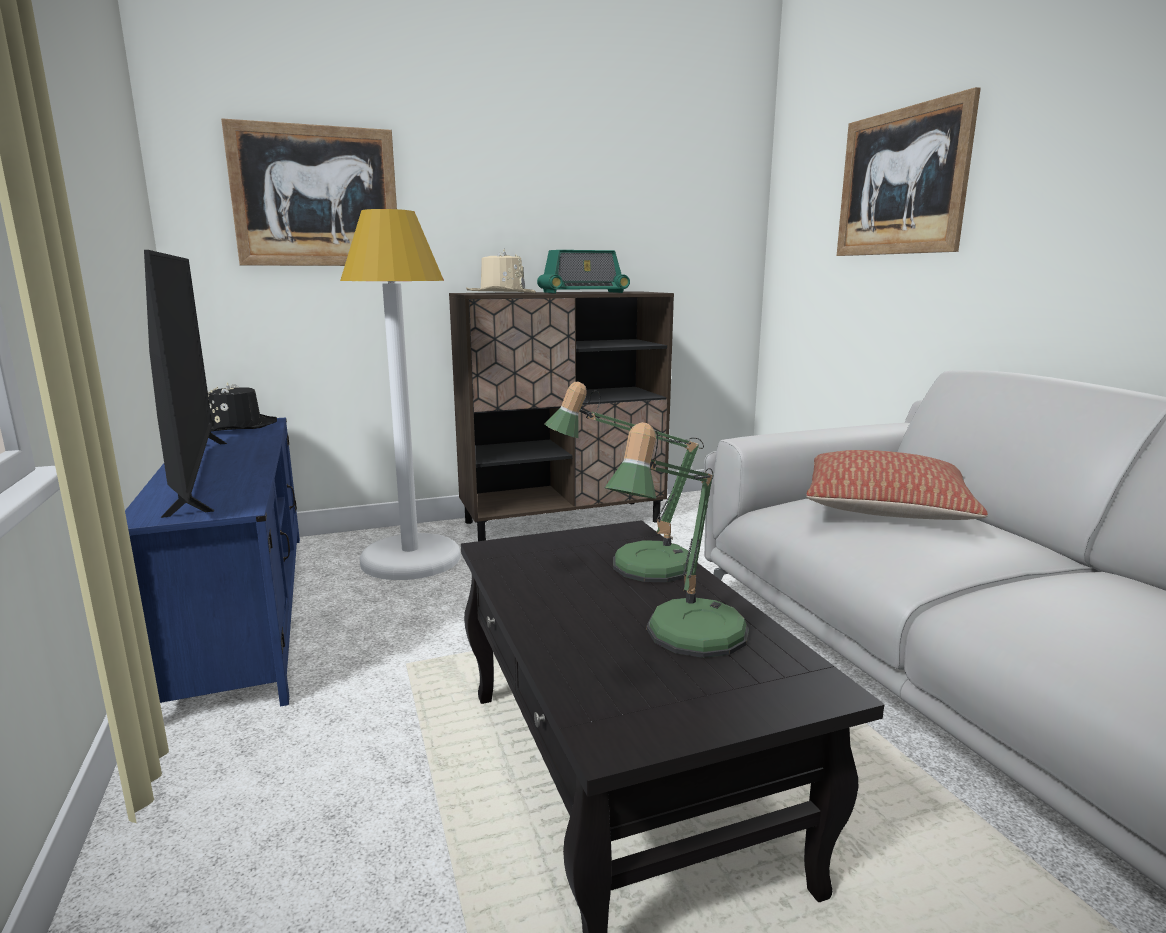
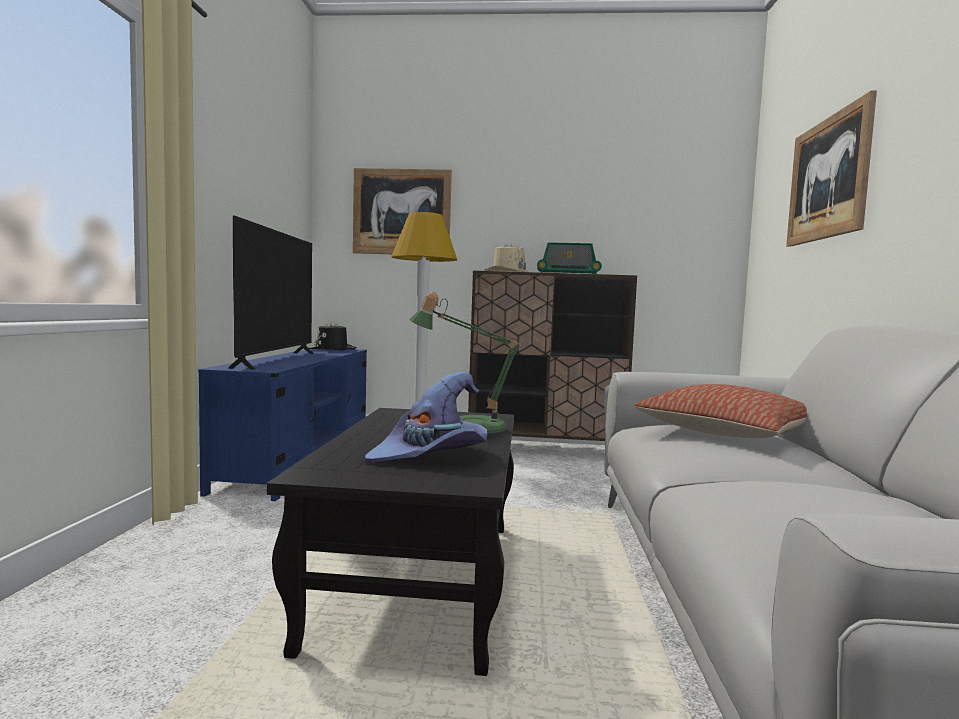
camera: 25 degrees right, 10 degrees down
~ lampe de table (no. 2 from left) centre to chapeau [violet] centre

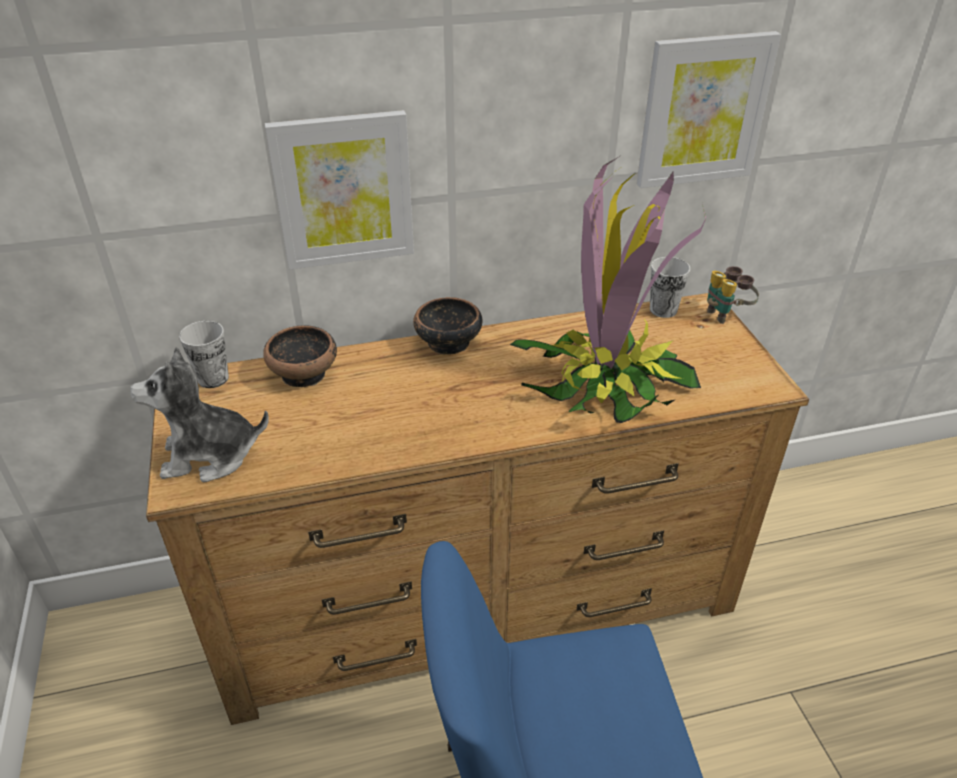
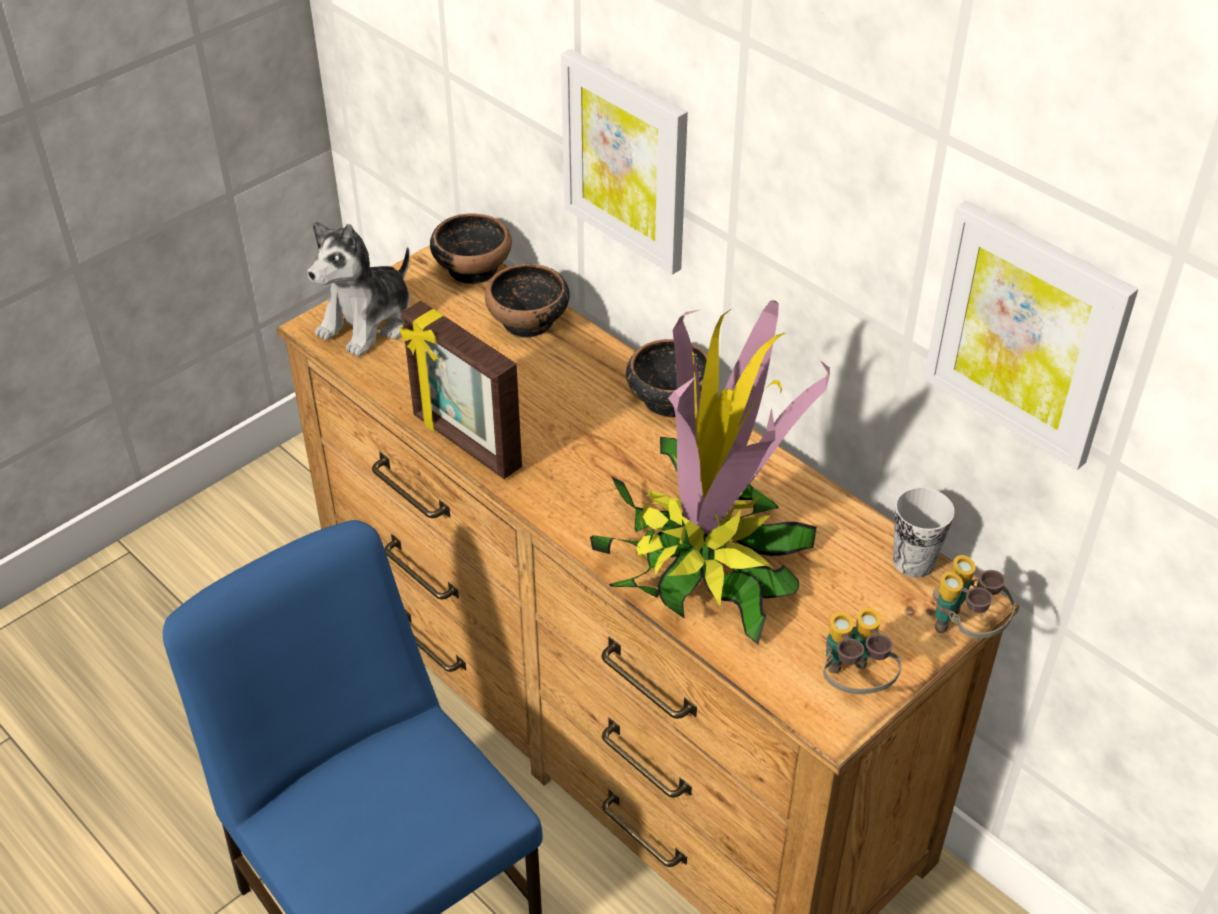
camera: 60 degrees right, 5 degrees up
~ peluche middle left = top left 105 degrees counterclockwise
+ cadre photo centre
~ tasse (no. 1 from left) middle left to bol (no. 1 from left) top centre
+ jumelles (no. 1 from left) bottom right

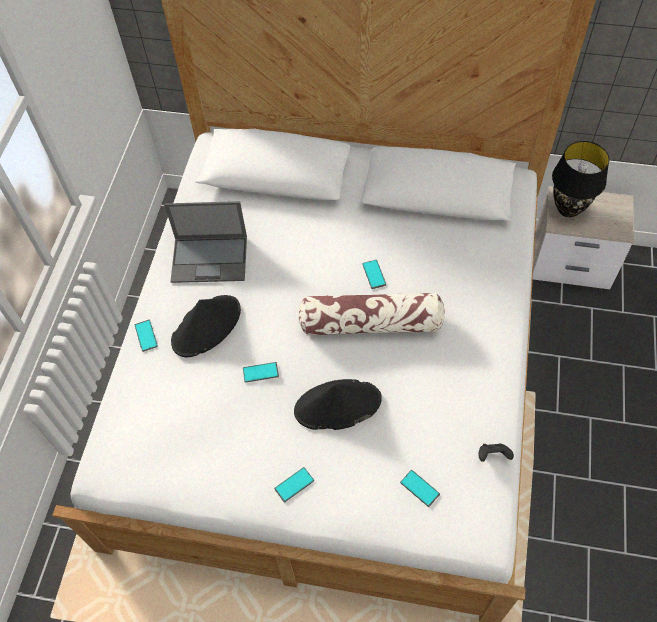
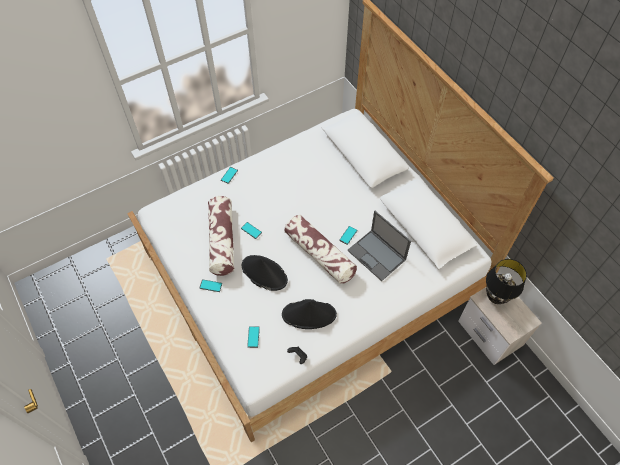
camera: 45 degrees right, 0 degrees up
+ coussin (no. 1 from left) centre
~ chapeau [noir] (no. 1 from left in the first image) middle left to chapeau [noir] (no. 2 from left) bottom centre
~ ordinateur portable middle left to centre

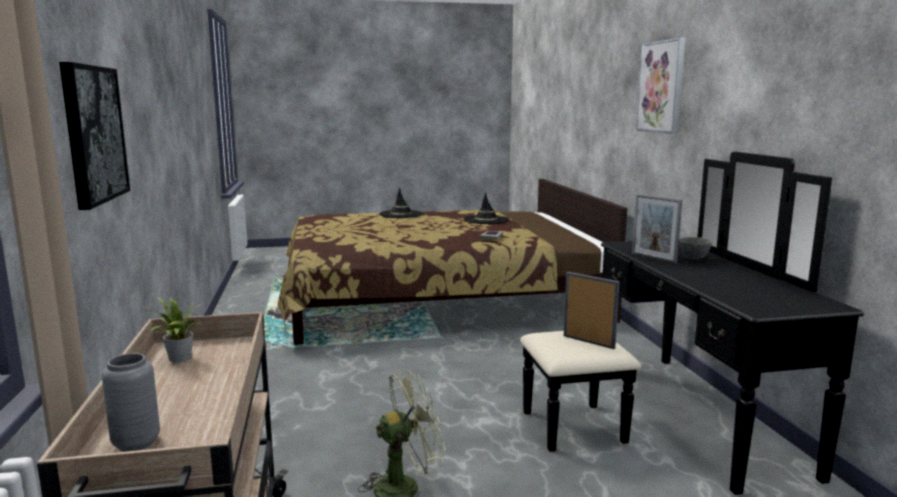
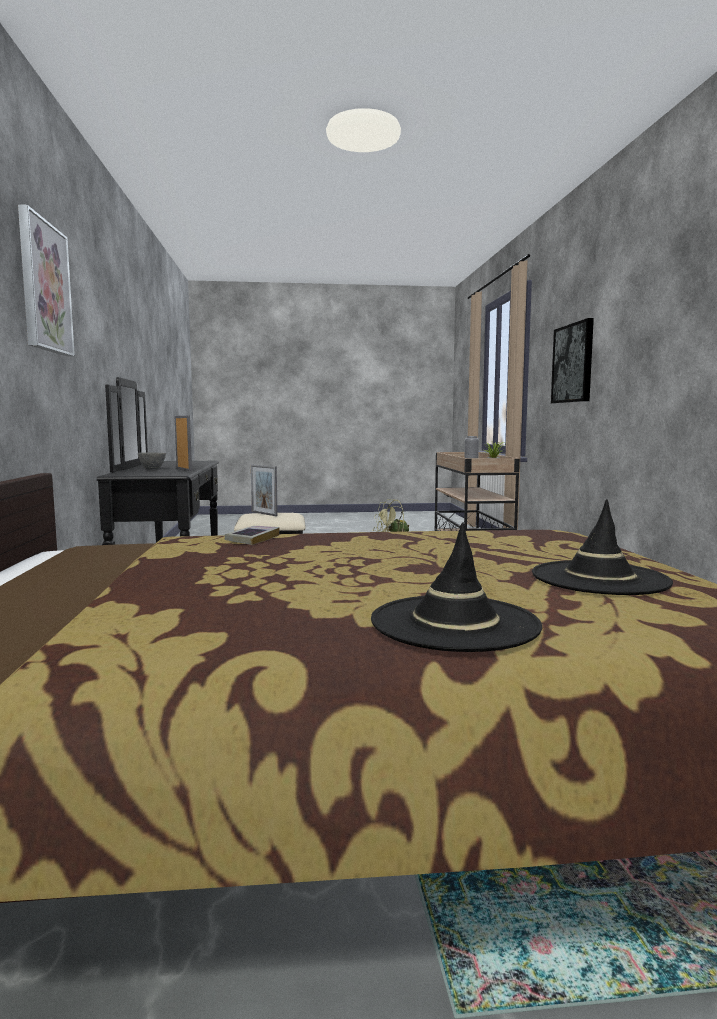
camera: 175 degrees left, 5 degrees down
~ chapeau [noir] (no. 2 from left) centre to middle right

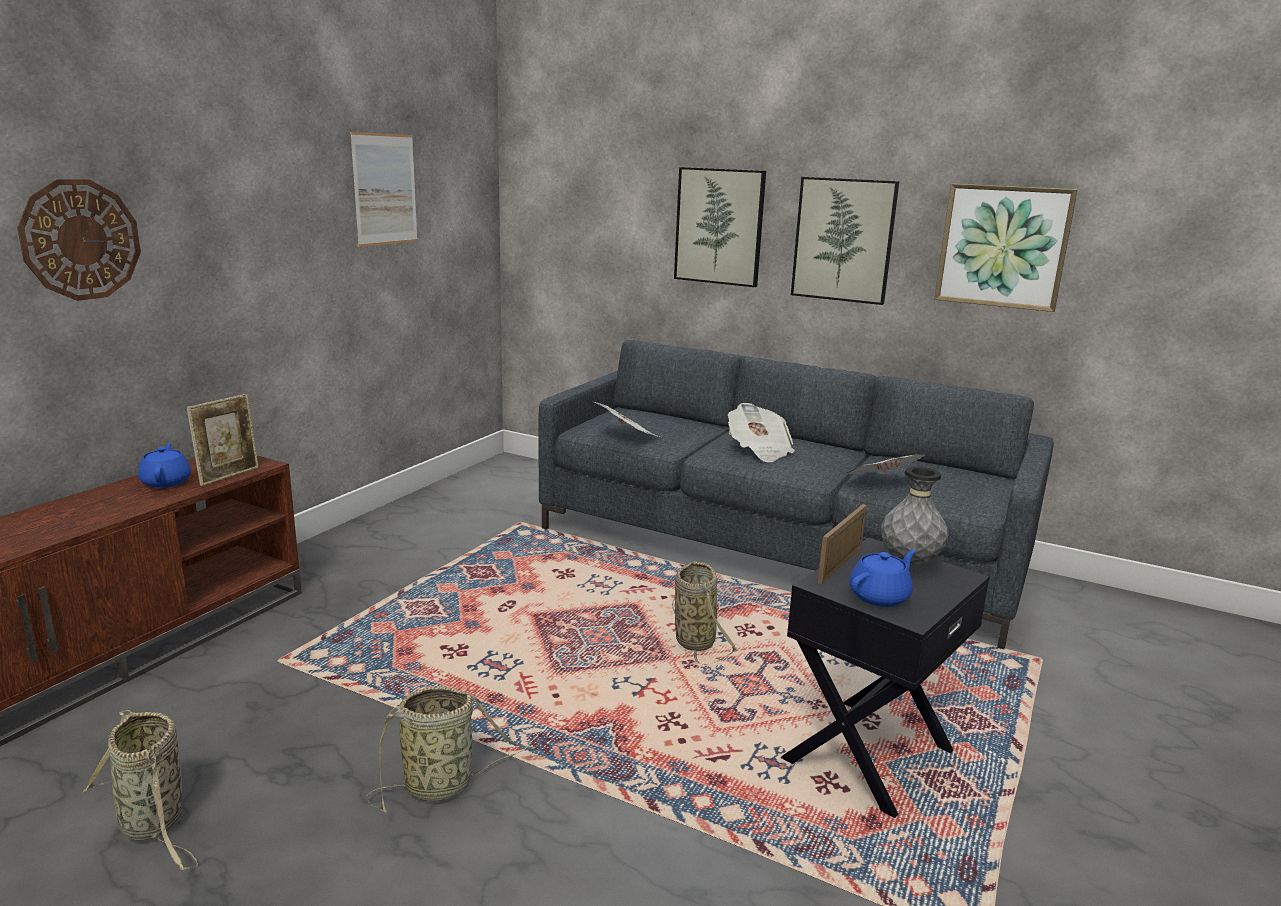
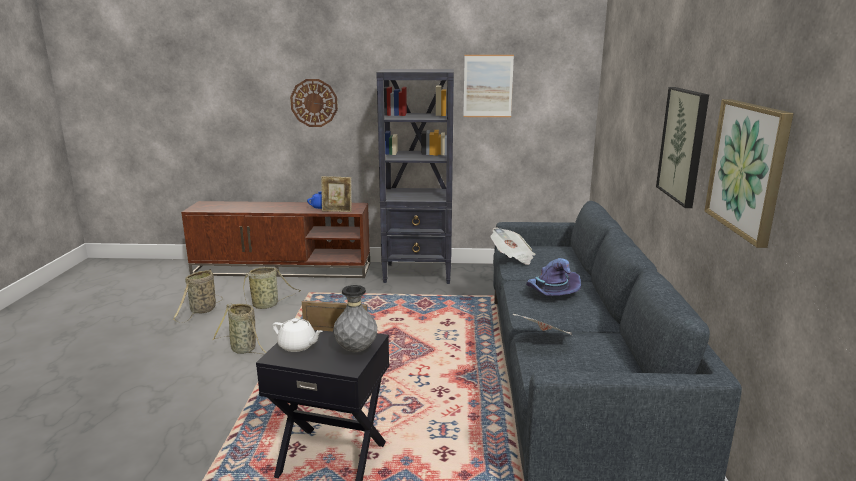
camera: 65 degrees right, 0 degrees up
~ panier (no. 3 from left) bottom centre to middle left
~ théière [bleu] (no. 2 from left) middle right to théière [blanc] bottom centre
+ bibliothèque [noir] centre
~ journal (no. 2 from left) centre to chapeau [violet] centre
- tableau (no. 2 from left) top centre

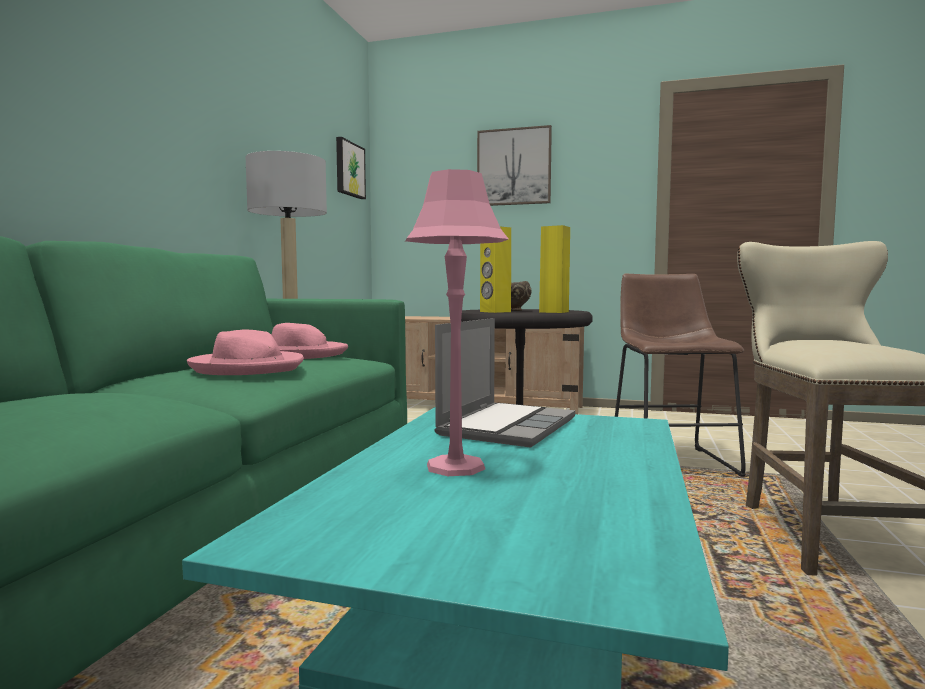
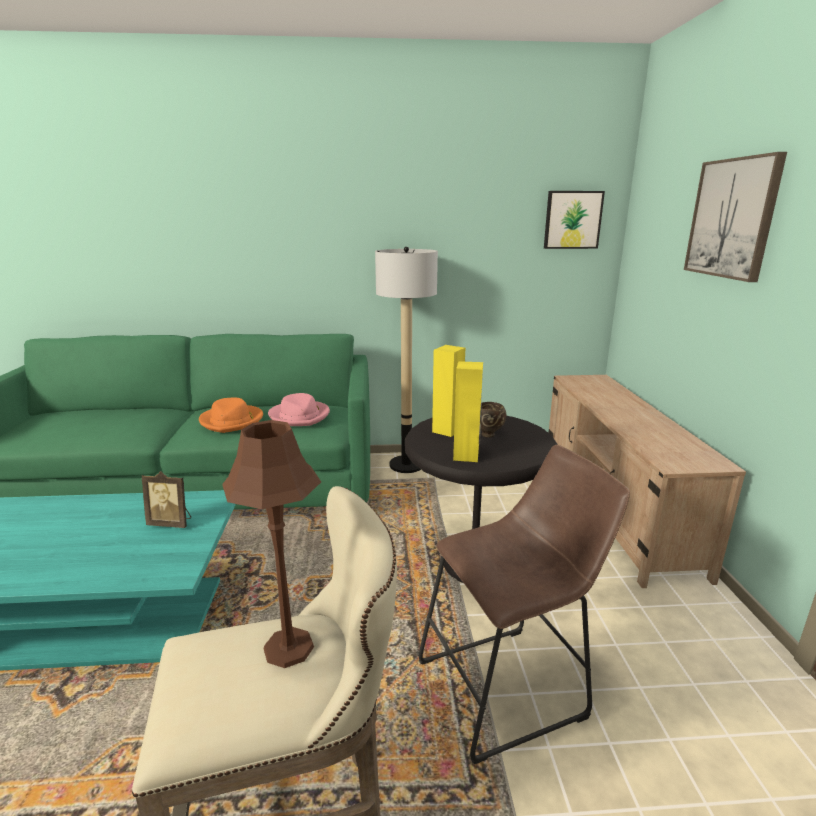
camera: 70 degrees right, 15 degrees up
~ ordinateur portable centre to cadre photo middle left
~ chapeau [rose] (no. 1 from left) middle left to chapeau [orange] middle left
+ lampe de table [marron] bottom left
- lampe de table [rose] centre

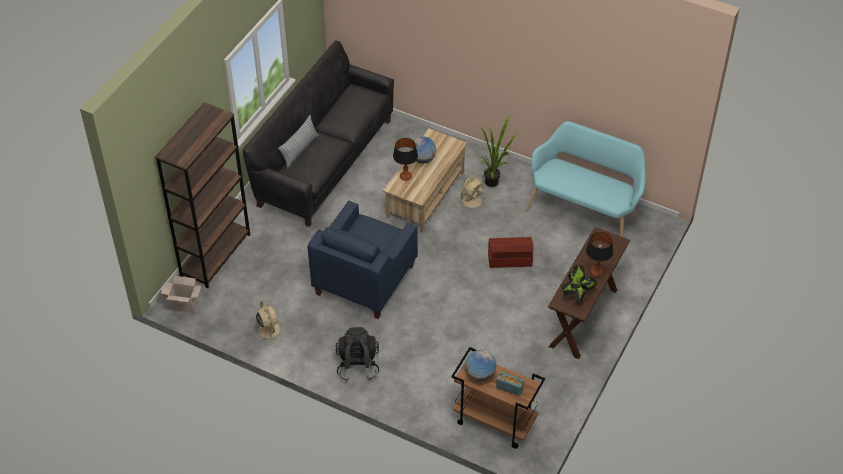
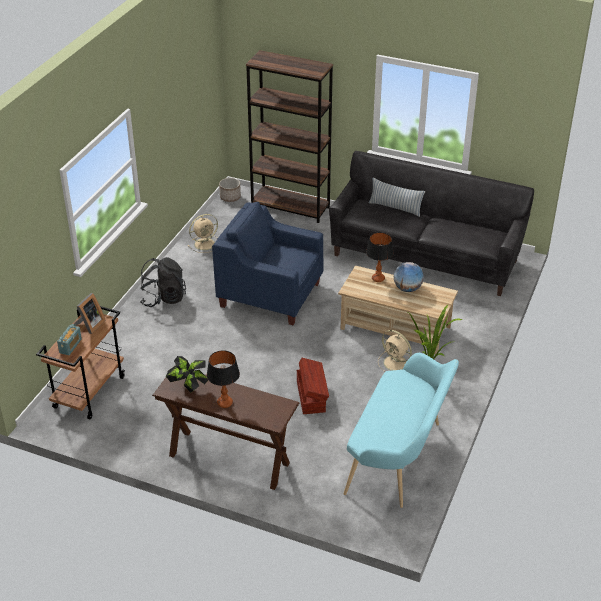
camera: 85 degrees right, 10 degrees down
~ globe (no. 2 from left) bottom centre to cadre photo middle left
~ carton middle left to cache-pot top centre

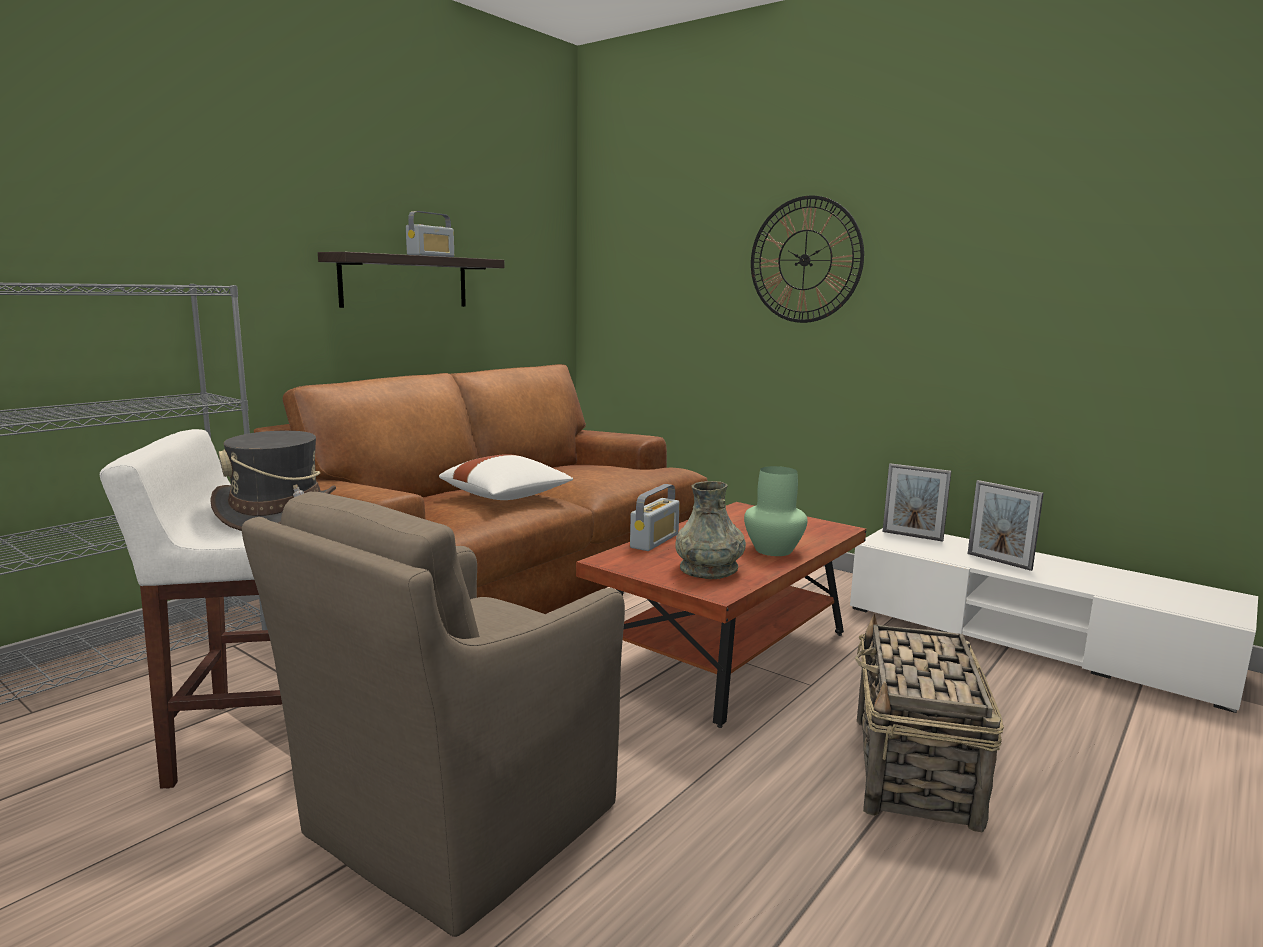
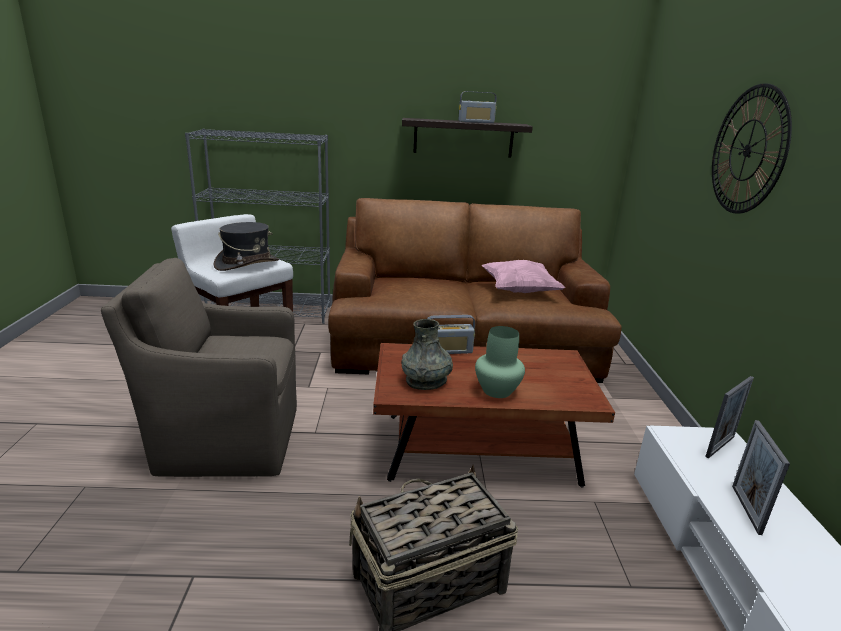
camera: 50 degrees right, 10 degrees up
+ coussin [rose] centre
~ cadre photo (no. 1 from left) middle right = middle right 120 degrees counterclockwise
- coussin [blanc] centre

